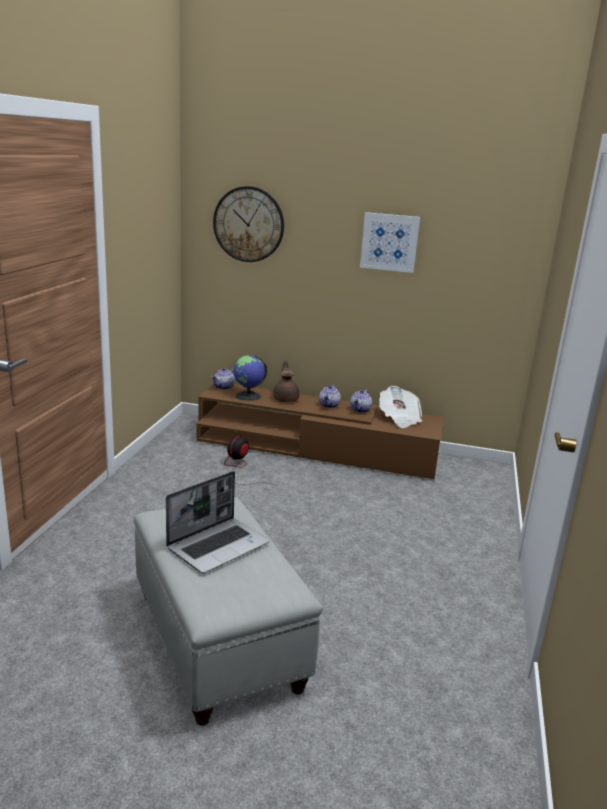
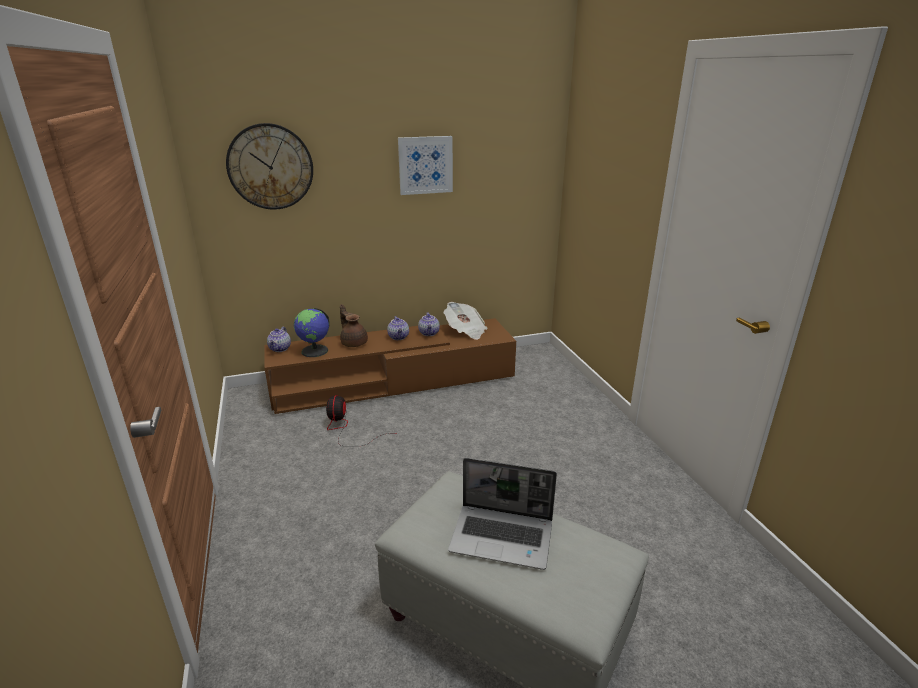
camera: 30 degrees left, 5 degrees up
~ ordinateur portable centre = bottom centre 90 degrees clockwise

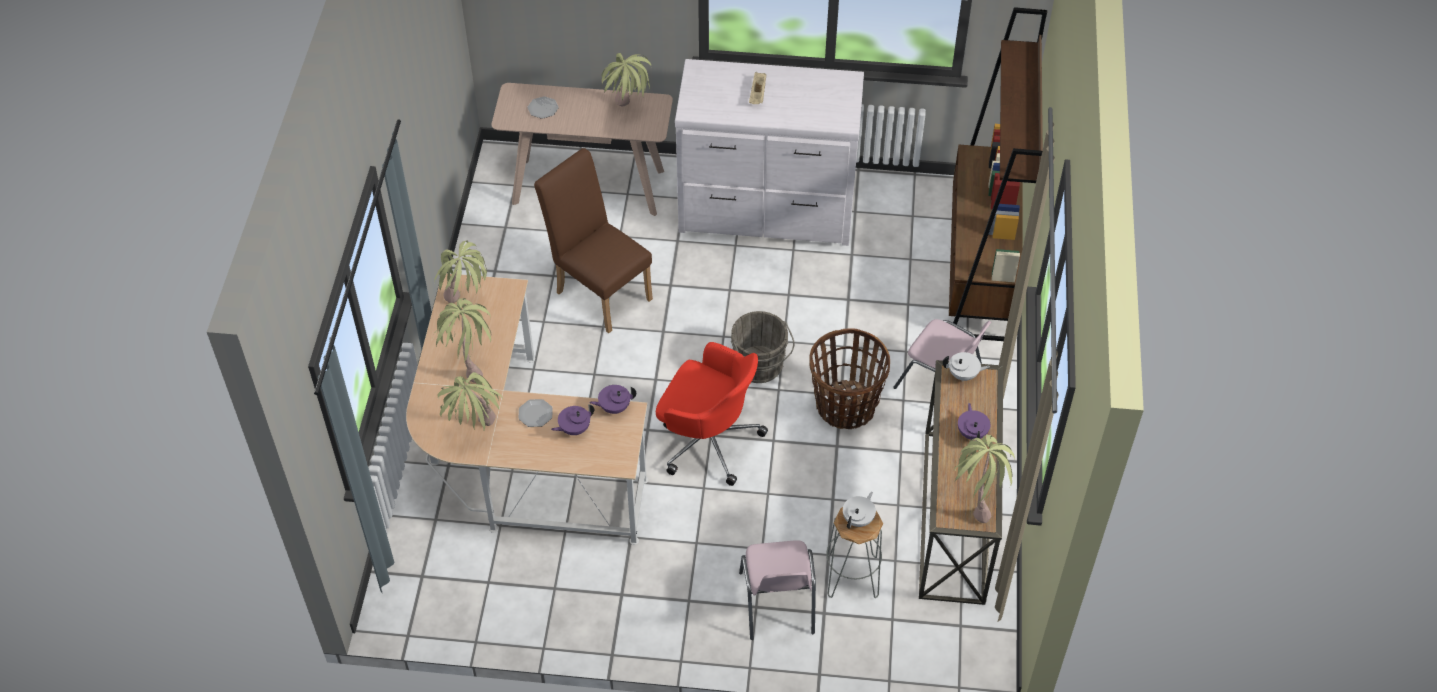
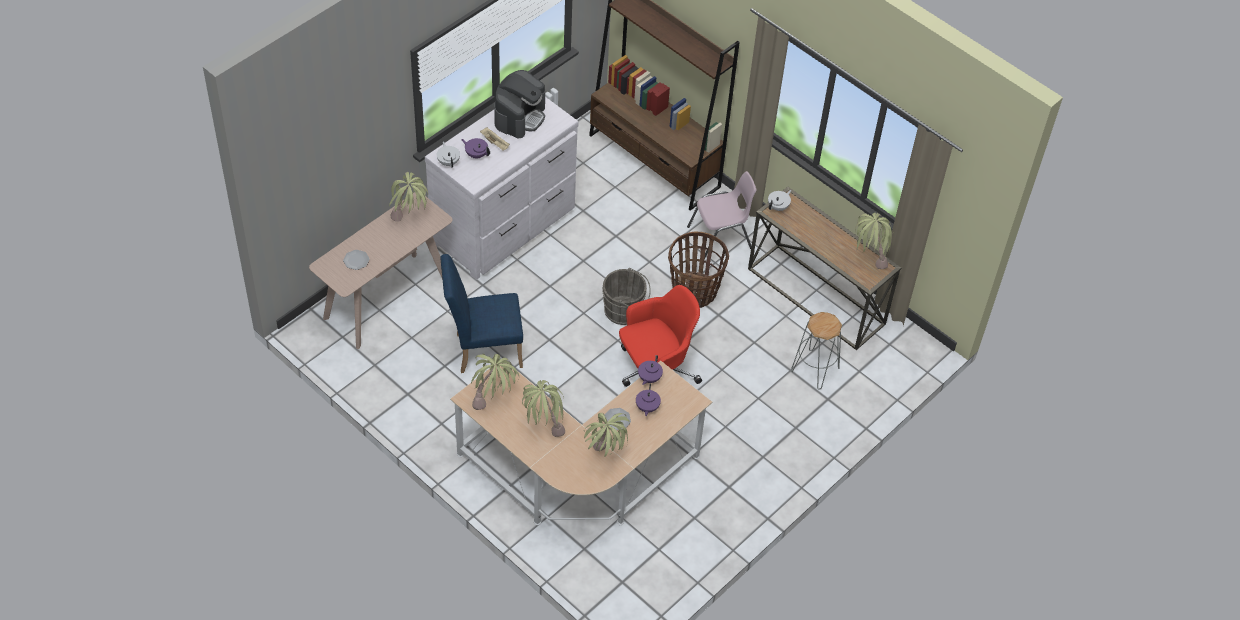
camera: 55 degrees left, 0 degrees up
~ théière [blanc] (no. 1 from left) bottom centre to top centre
~ chaise [marron] centre to chaise [bleu] centre
~ théière [violet] (no. 3 from left in the first image) middle right to théière [violet] (no. 1 from left) top centre
+ machine à café top centre
- chaise [rose] (no. 1 from left) bottom centre

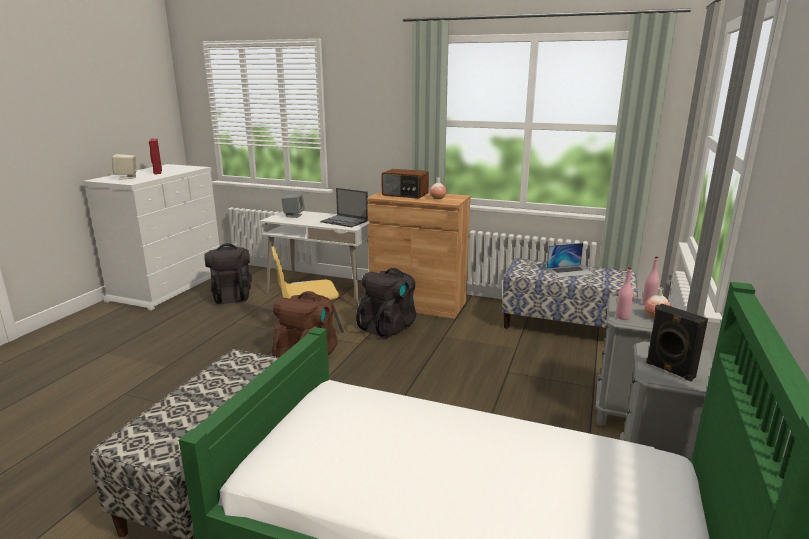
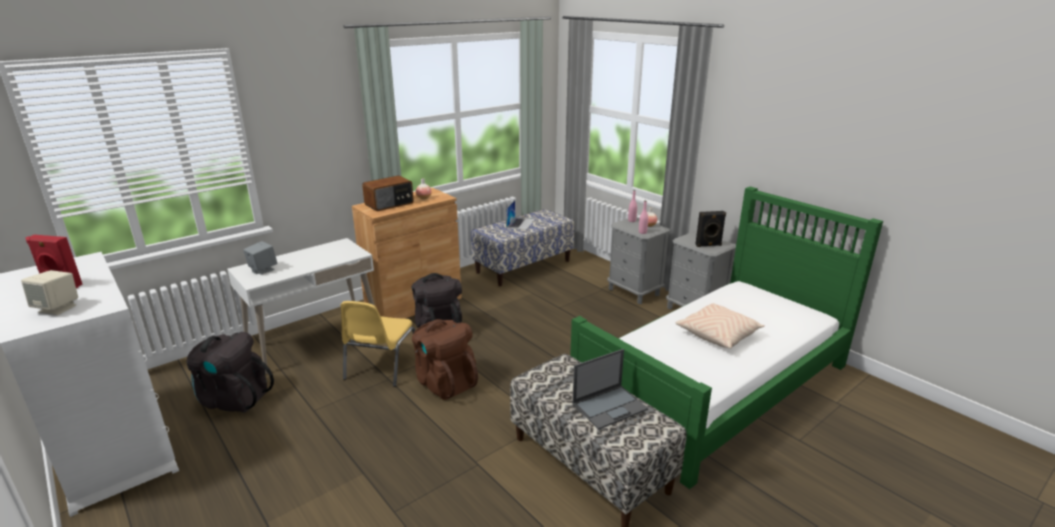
camera: 60 degrees left, 5 degrees up
~ ordinateur portable (no. 1 from left in the first image) centre to ordinateur portable (no. 2 from left) bottom centre
+ coussin [beige] middle right

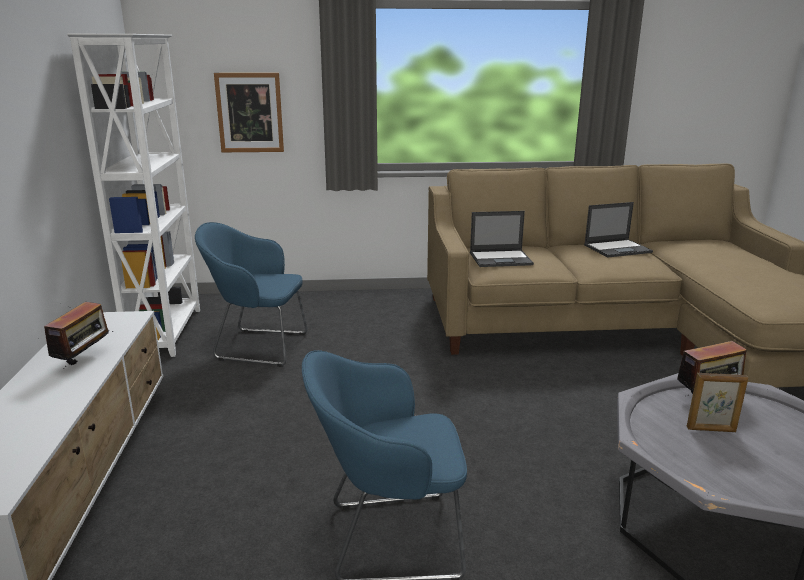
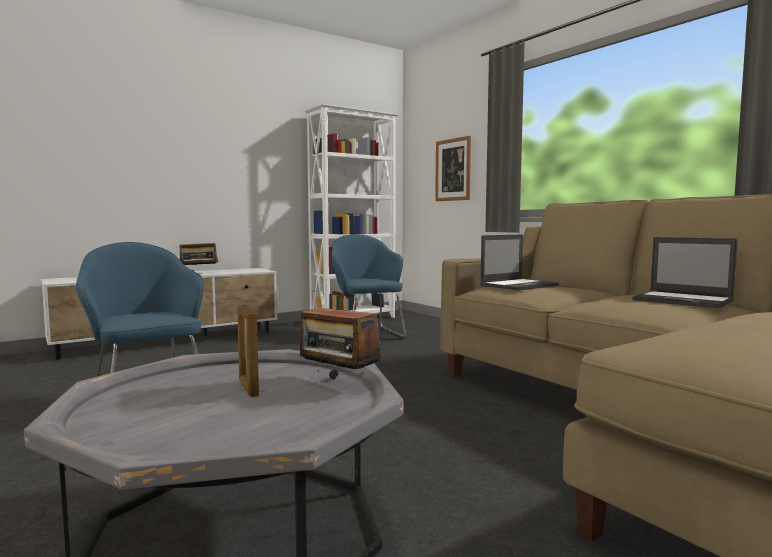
camera: 60 degrees right, 15 degrees down
~ ordinateur portable (no. 1 from left) centre = middle right 90 degrees counterclockwise

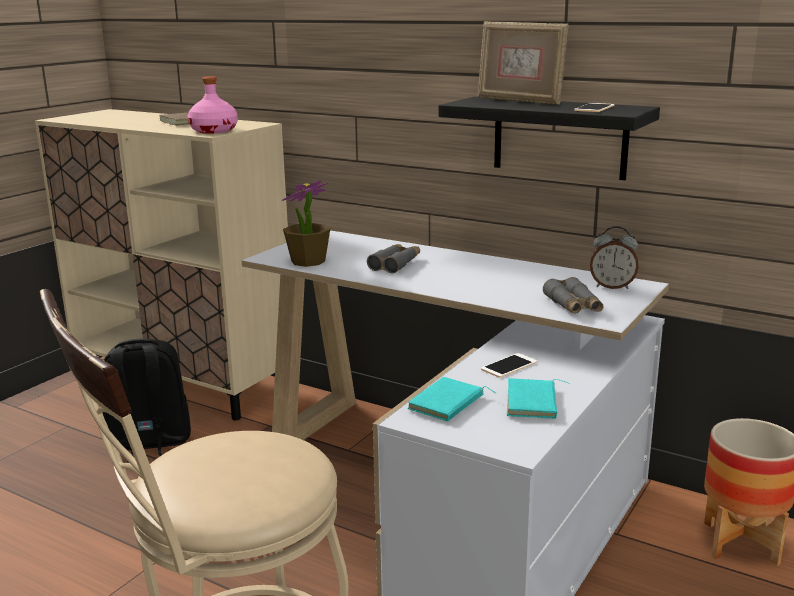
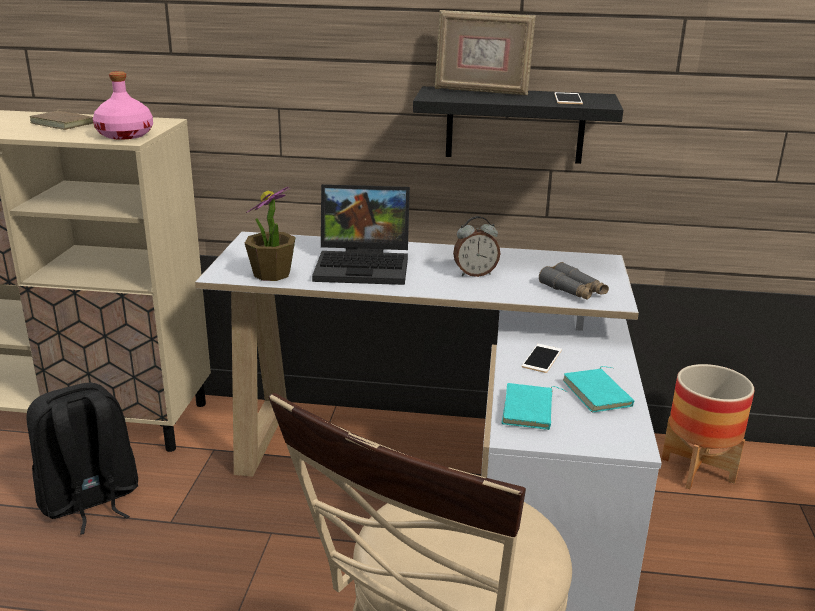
camera: 25 degrees left, 5 degrees up
~ jumelles [gris] (no. 1 from left) centre to ordinateur portable centre
~ réveil middle right to centre

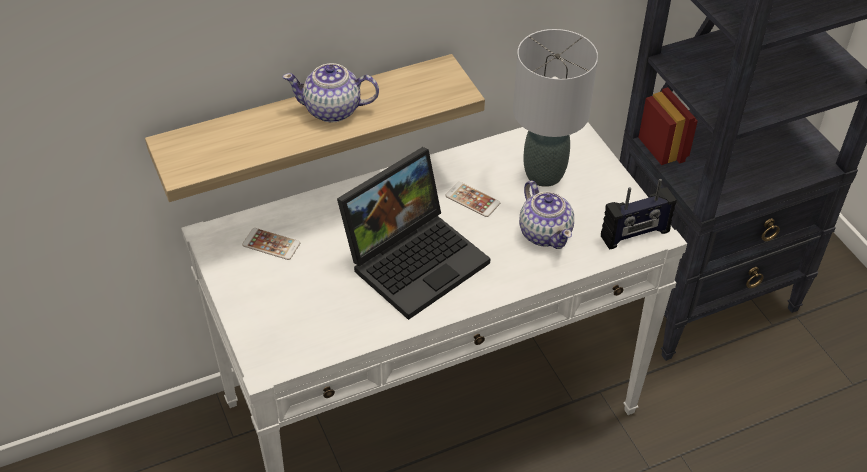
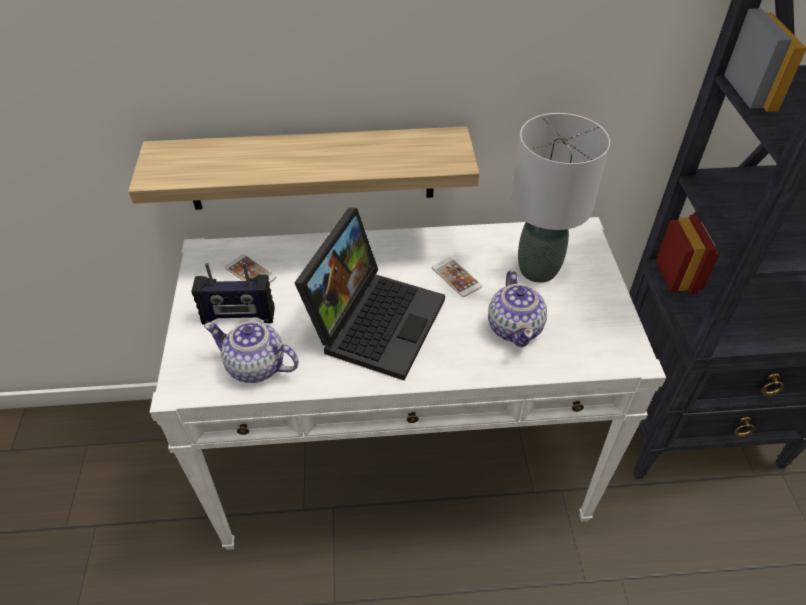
camera: 20 degrees right, 0 degrees up
~ radio middle right to middle left
~ théière (no. 1 from left) top centre to middle left
~ ordinateur portable centre = centre 45 degrees counterclockwise

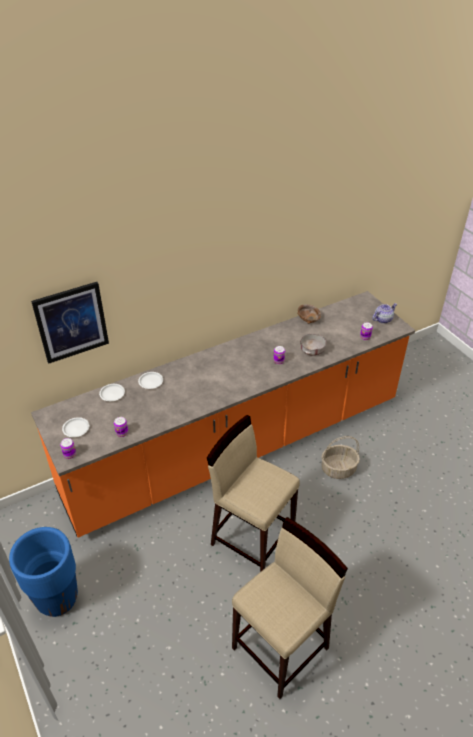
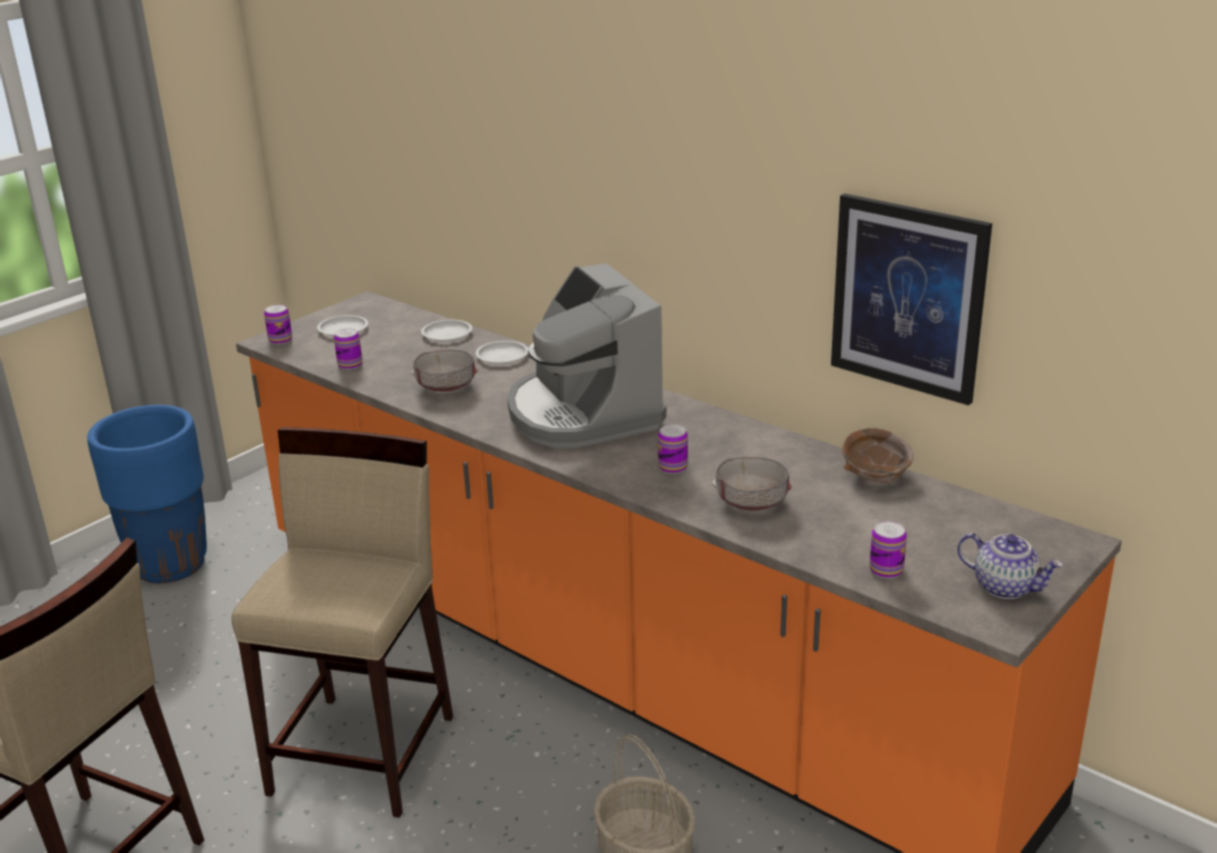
camera: 70 degrees right, 15 degrees down
+ bol [gris] (no. 1 from left) centre
+ machine à café centre
~ tableau middle left to middle right

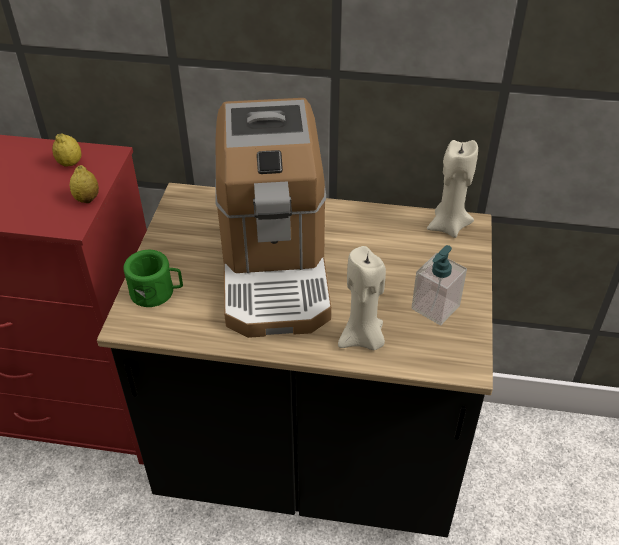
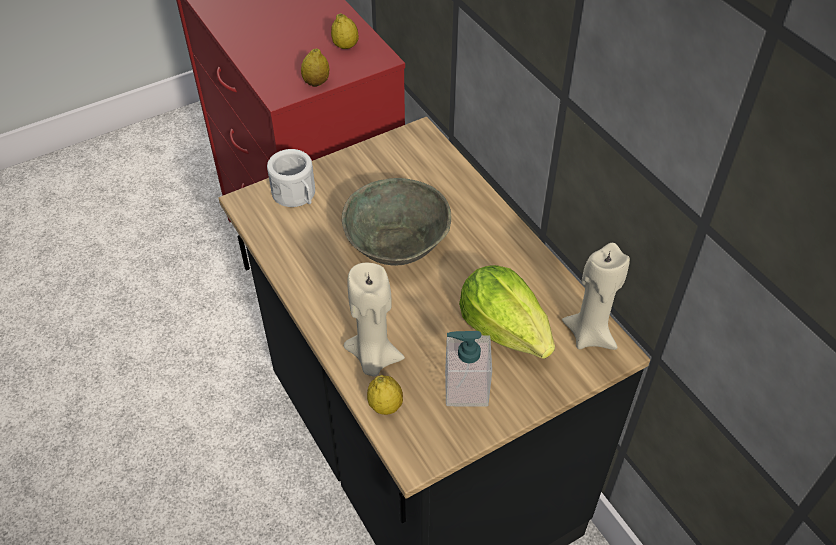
camera: 50 degrees right, 5 degrees up
~ mug [vert] middle left to mug [blanc] top centre
~ machine à café centre to bol [gris] centre
+ citron (no. 3 from left) bottom centre
+ laitue centre

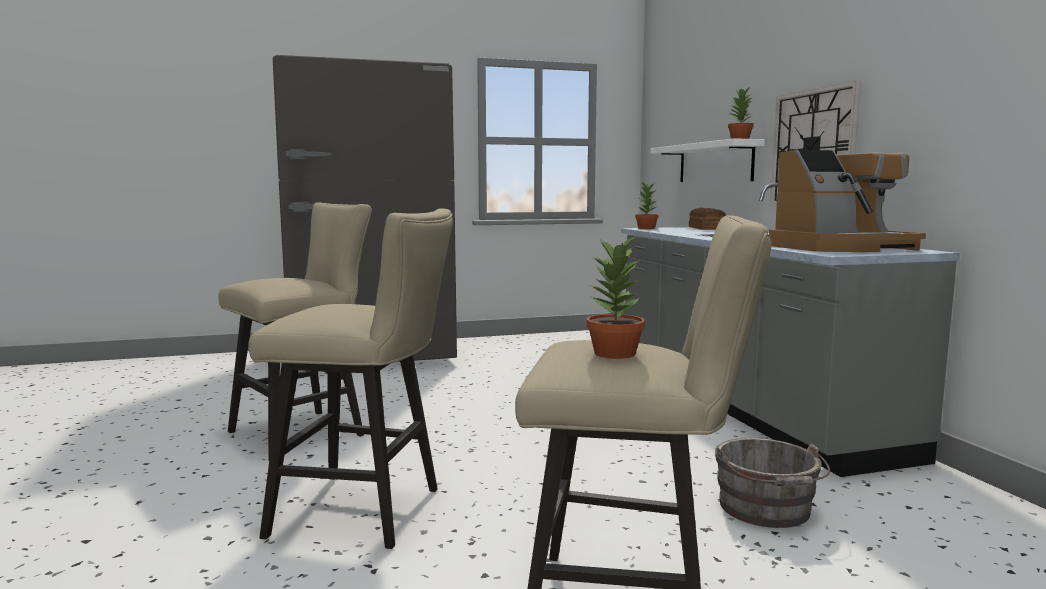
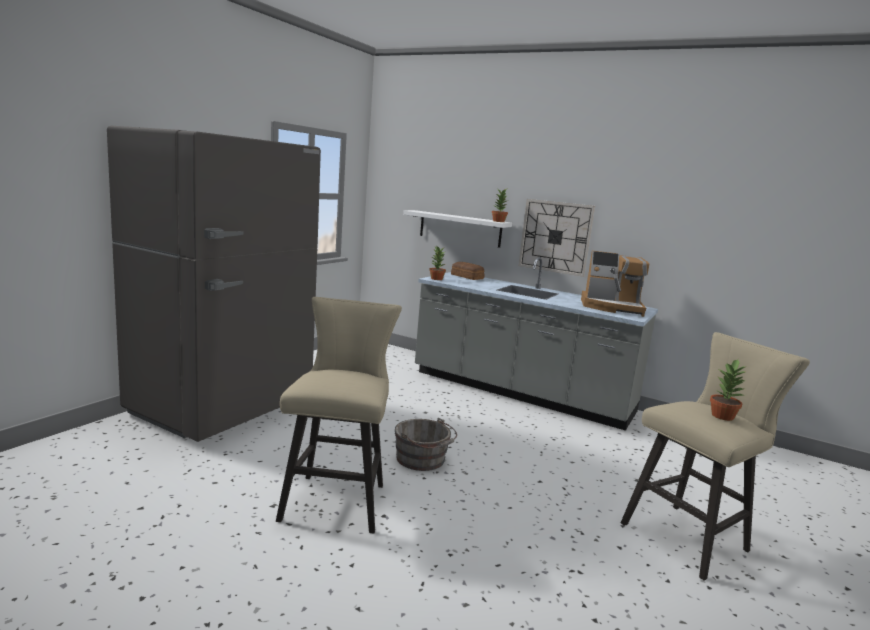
camera: 45 degrees left, 5 degrees up
~ seau [gris] bottom right to bottom centre
~ machine à café middle right = middle right 75 degrees clockwise
- tabouret [beige] (no. 2 from left) centre

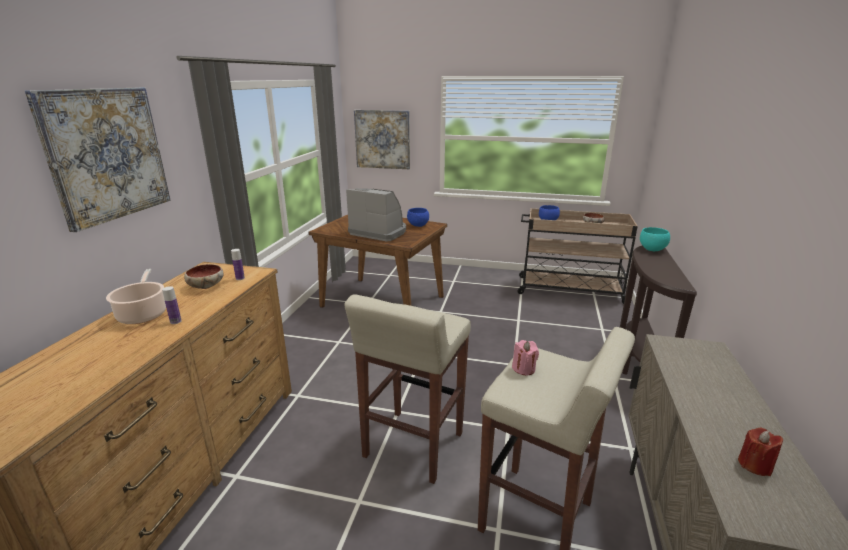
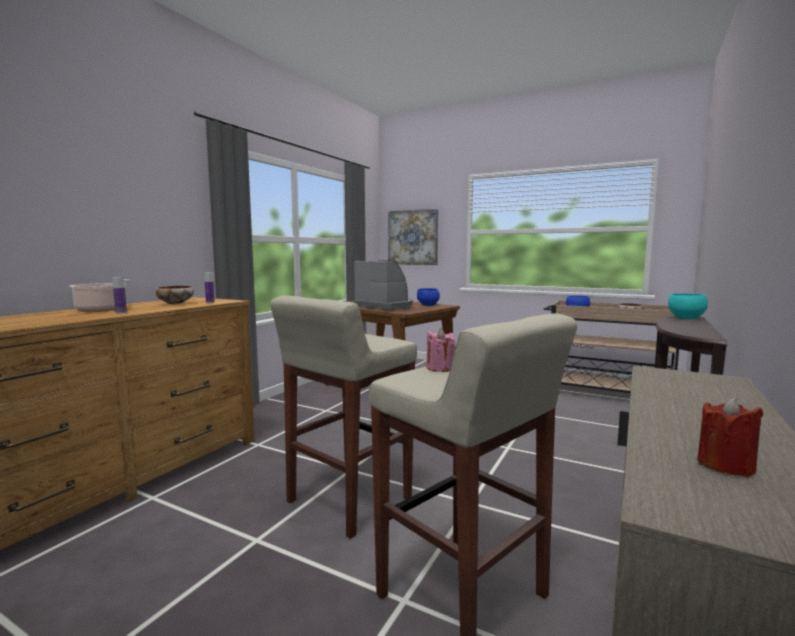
camera: 15 degrees right, 15 degrees down
- tableau (no. 1 from left) top left

